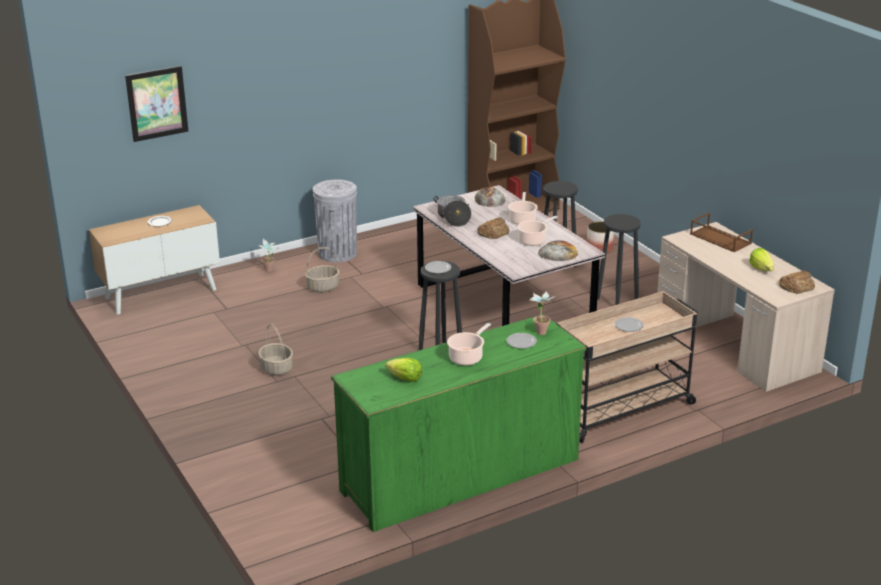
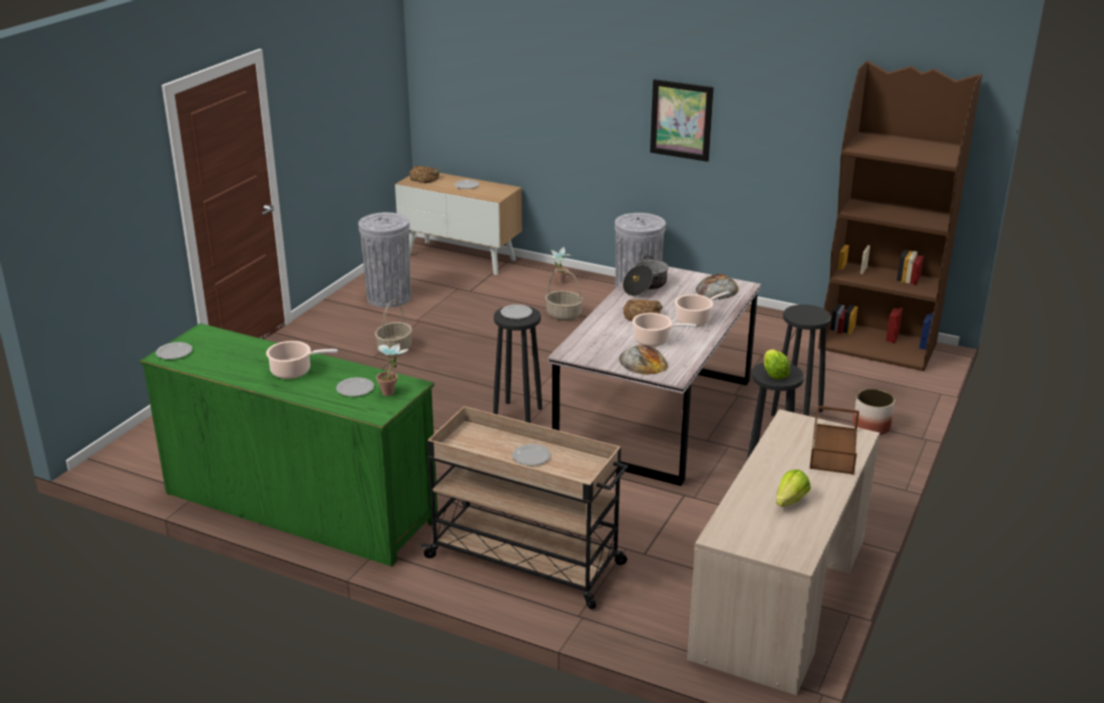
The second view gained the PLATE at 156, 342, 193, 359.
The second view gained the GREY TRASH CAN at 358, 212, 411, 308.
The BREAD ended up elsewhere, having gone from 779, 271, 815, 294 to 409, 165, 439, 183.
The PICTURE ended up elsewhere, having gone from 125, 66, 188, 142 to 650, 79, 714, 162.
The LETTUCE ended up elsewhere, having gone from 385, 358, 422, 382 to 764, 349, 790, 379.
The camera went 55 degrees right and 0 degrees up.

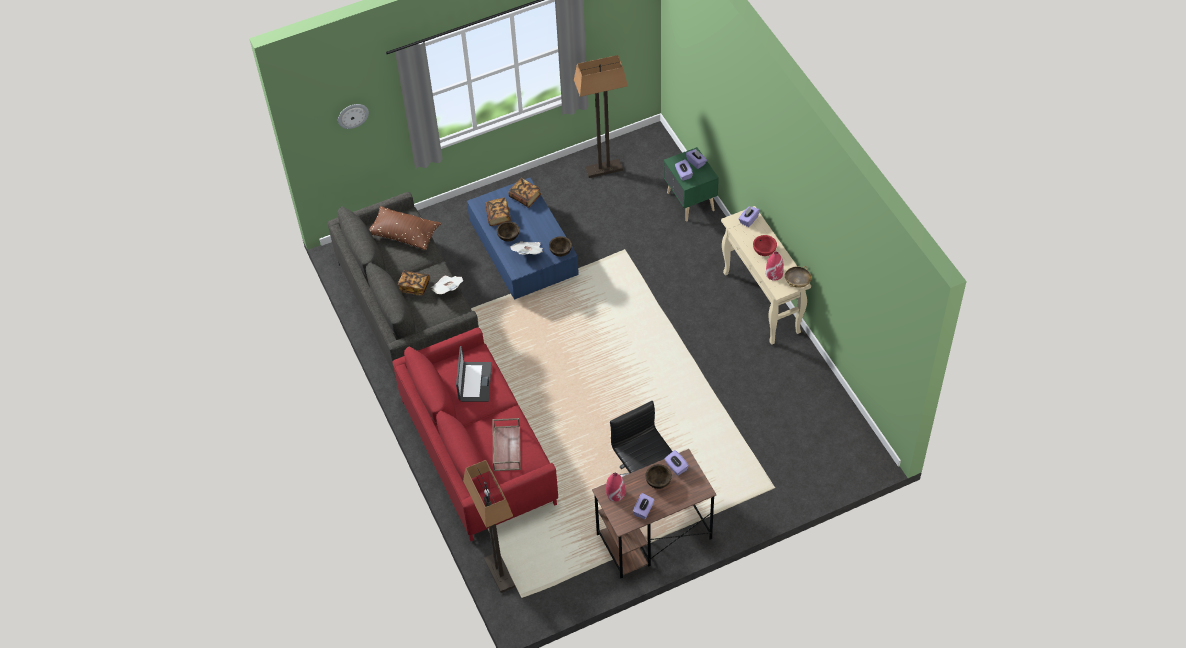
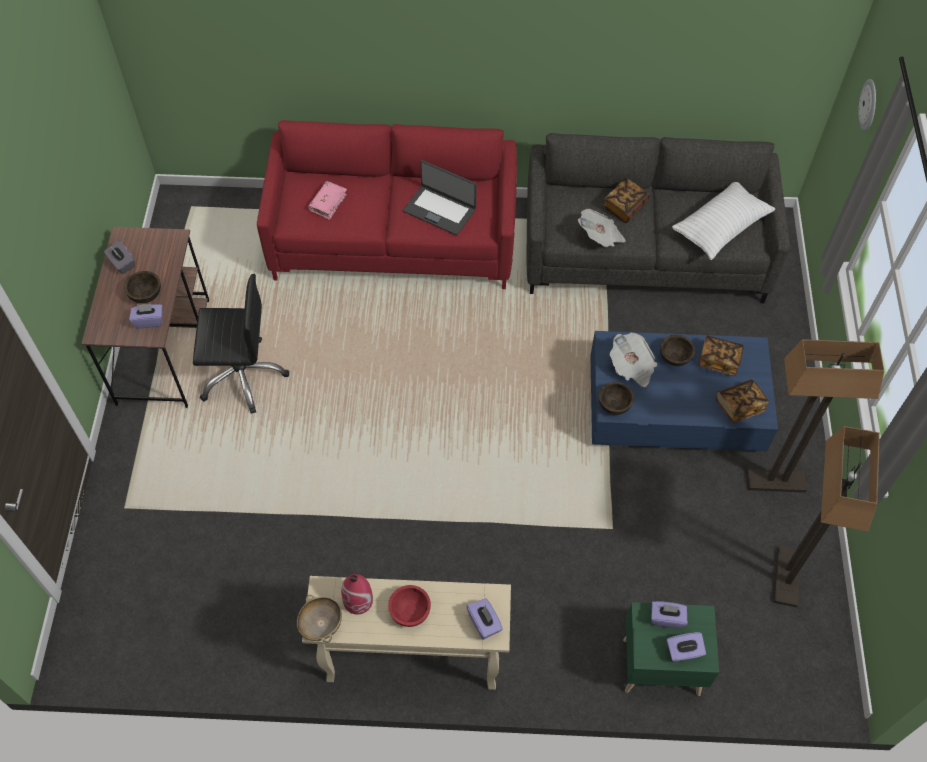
What was the PURPLE TISSUE BOX at 633, 493, 655, 519 turned into the GREY TISSUE BOX at 104, 240, 135, 274.
Where the BROWN TRAY stood at 493, 418, 521, 471, the PINK BOOK came to stand at 308, 181, 347, 220.
What was the BROWN PILLOW at 369, 206, 441, 250 turned into the WHITE PILLOW at 672, 182, 775, 260.
The FLOOR LAMP ended up elsewhere, having gone from 463, 460, 515, 593 to 747, 339, 884, 493.
The second view lost the RED VASE at 606, 473, 625, 502.
The camera went 115 degrees right and 5 degrees up.

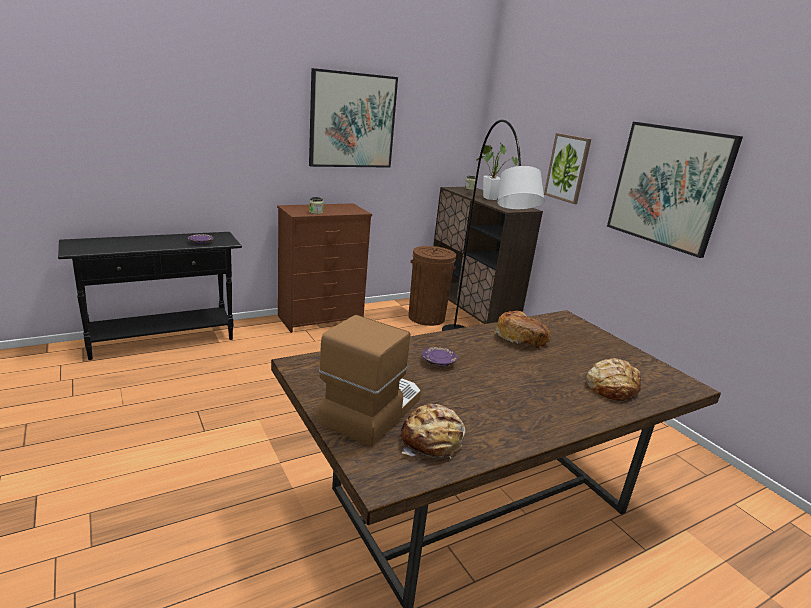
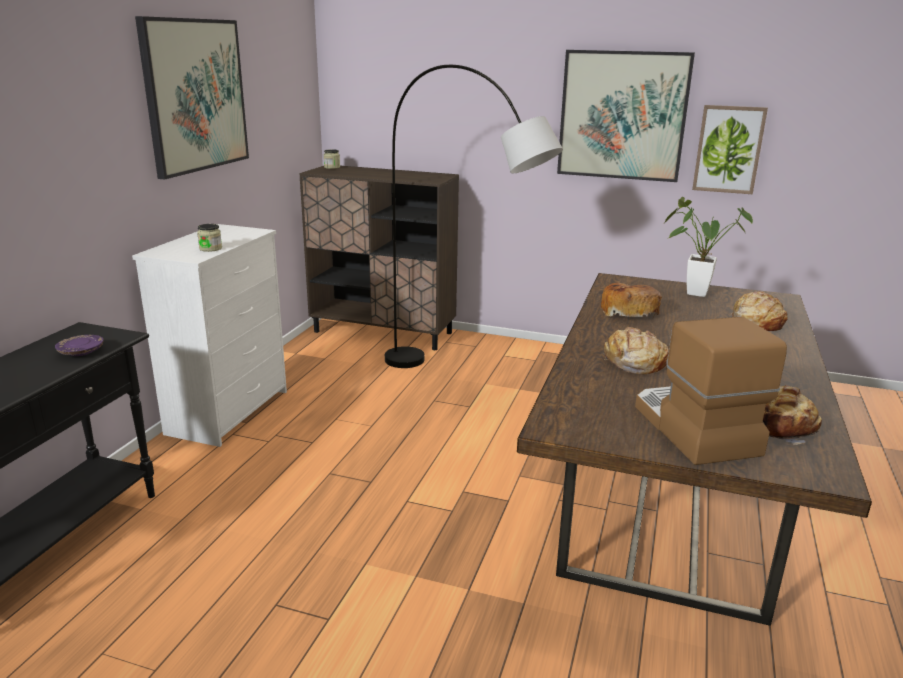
What was the BROWN DRESSER at 277, 203, 372, 333 turned into the WHITE DRESSER at 132, 224, 287, 447.
Where the PURPLE PLATE stood at 422, 347, 457, 366, the BREAD came to stand at 603, 327, 669, 374.
The POTTED PLANT ended up elsewhere, having gone from 476, 143, 518, 200 to 664, 197, 753, 297.
The PICTURE ended up elsewhere, having gone from 544, 133, 591, 204 to 692, 105, 768, 194.
The second view lost the BROWN TRASH CAN at 408, 246, 456, 326.
The camera went 40 degrees left and 0 degrees up.

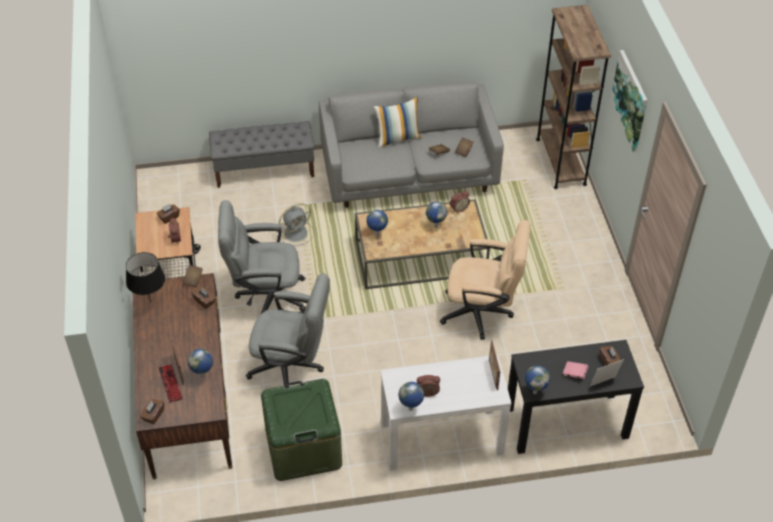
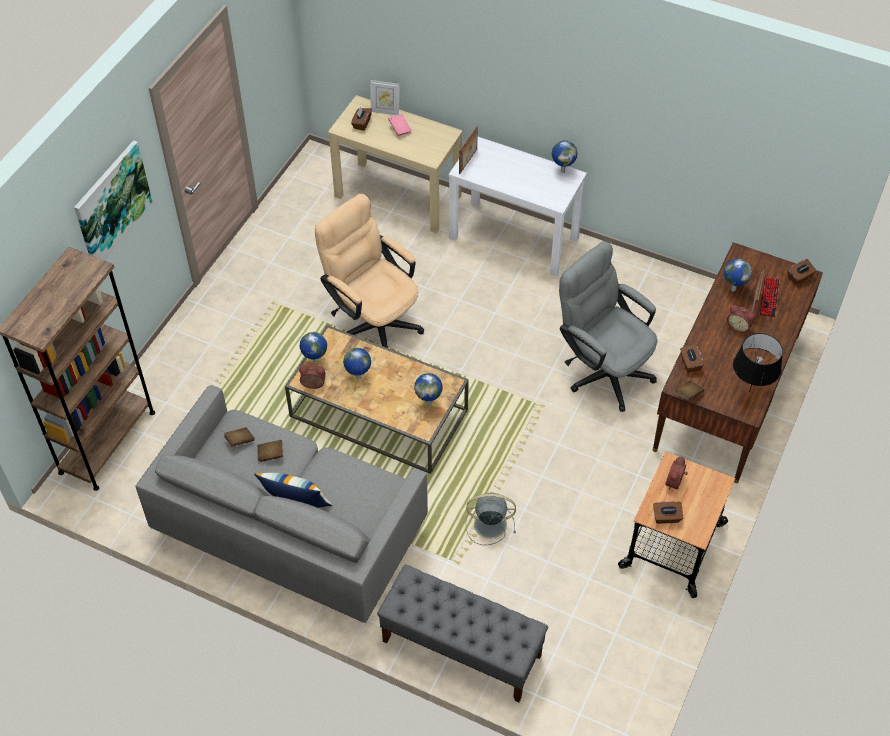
The GLOBE ended up elsewhere, having gone from 525, 365, 550, 394 to 300, 332, 327, 364.
What was the BLACK CONSOLE TABLE at 508, 340, 644, 454 turned into the BEIGE CONSOLE TABLE at 328, 95, 463, 233.
The ALARM CLOCK ended up elsewhere, having gone from 417, 375, 440, 397 to 727, 305, 755, 333.
The second view lost the GREY OFFICE CHAIR at 218, 200, 306, 314.
The second view lost the GREEN STORAGE BOX at 261, 379, 342, 481.
The camera went 145 degrees left and 5 degrees up.

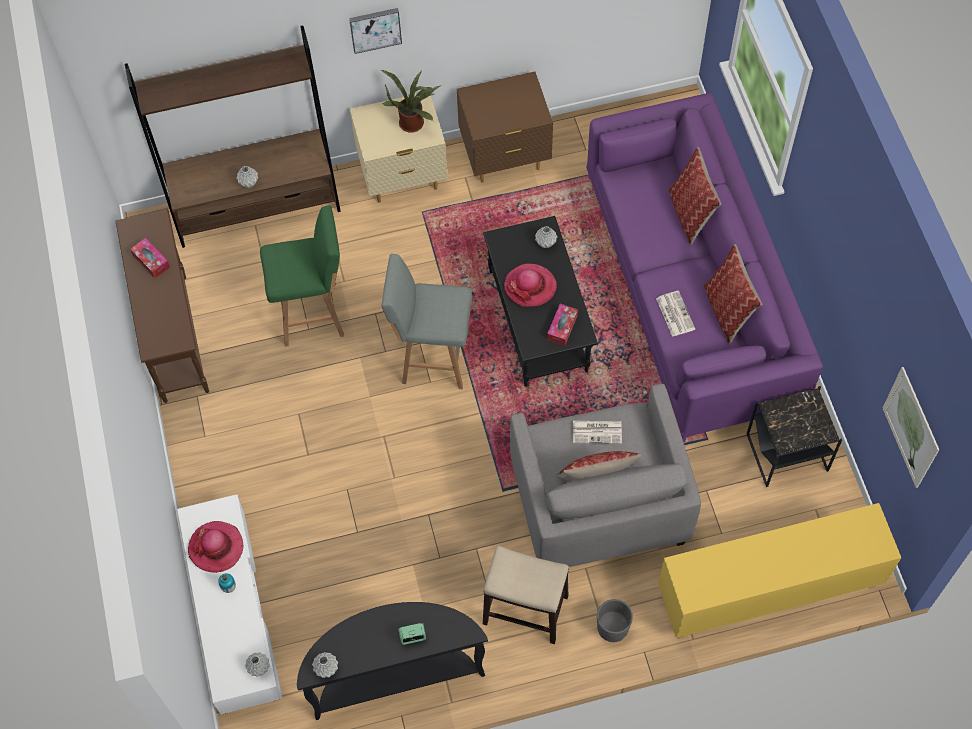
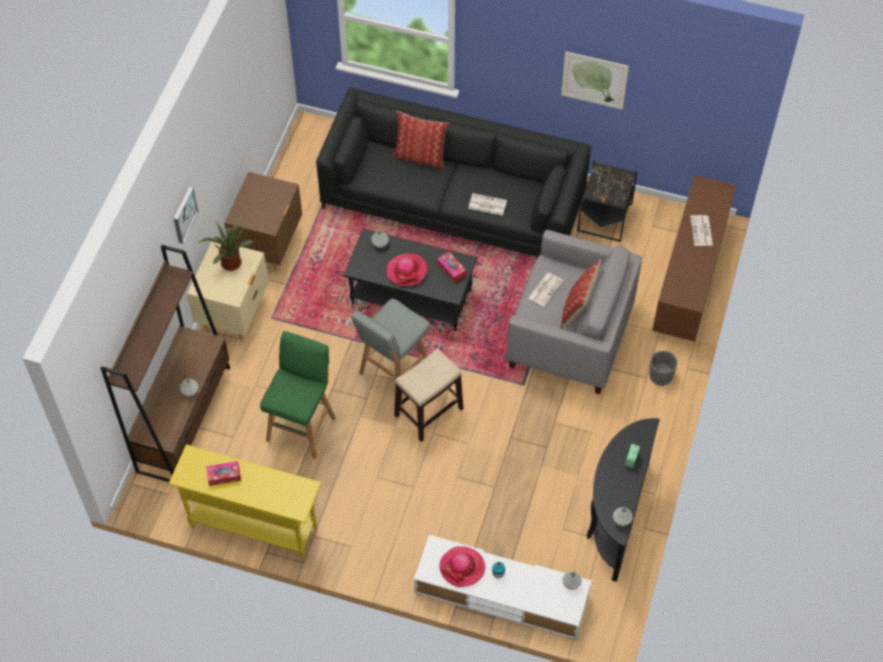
What was the BROWN CONSOLE TABLE at 115, 209, 209, 403 turned into the YELLOW CONSOLE TABLE at 168, 444, 321, 560.
What was the PURPLE SOFA at 586, 93, 823, 443 turned into the BLACK SOFA at 316, 88, 591, 257.
The STOOL ended up elsewhere, having gone from 483, 546, 569, 644 to 394, 349, 463, 442.
The PICTURE ended up elsewhere, having gone from 882, 367, 939, 488 to 561, 52, 629, 110.
What was the YELLOW CABINET at 658, 503, 901, 639 turned into the BROWN CABINET at 652, 175, 736, 346.
The second view gained the NEWSPAPER at 690, 215, 713, 246.
The second view lost the PILLOW at 704, 244, 762, 344.
The camera went 60 degrees left and 5 degrees down.

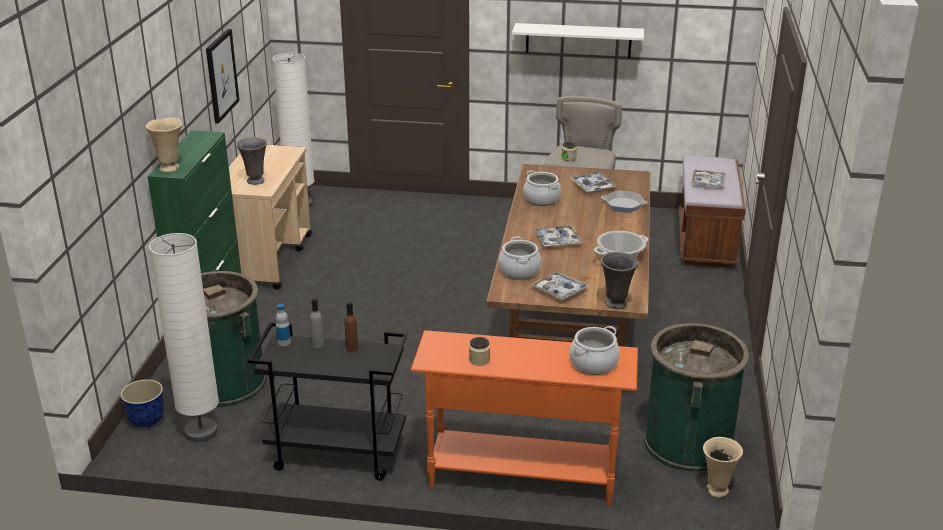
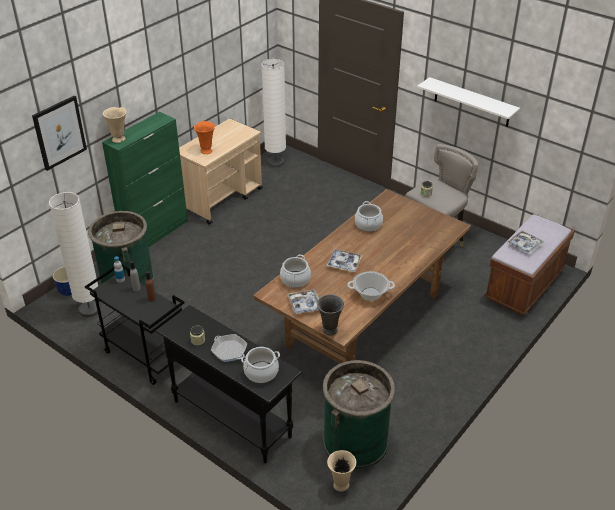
The PICTURE ended up elsewhere, having gone from 206, 29, 239, 124 to 32, 96, 87, 171.
What was the ORANGE CONSOLE TABLE at 411, 330, 638, 505 turned into the BLACK CONSOLE TABLE at 156, 305, 302, 463.
What was the GREY VASE at 237, 137, 267, 185 turned into the ORANGE VASE at 194, 121, 215, 154.
The FRYING PAN ended up elsewhere, having gone from 602, 191, 647, 213 to 211, 334, 247, 362.
The second view lost the TRAY at 571, 172, 617, 192.
The camera went 30 degrees right and 10 degrees up.

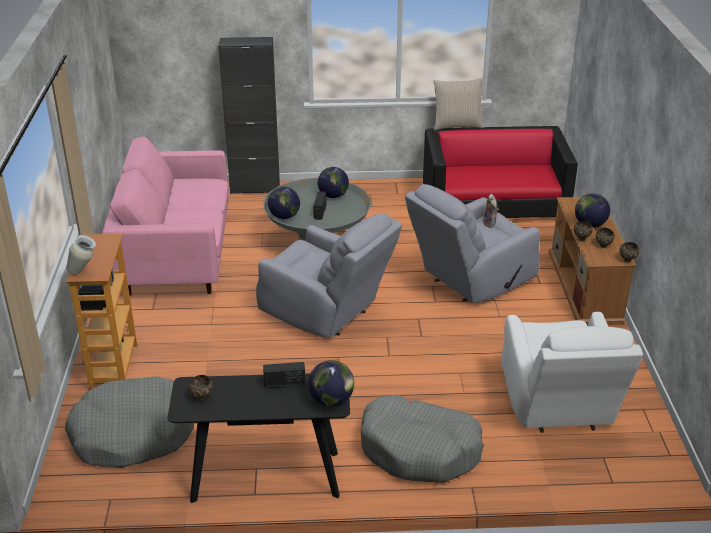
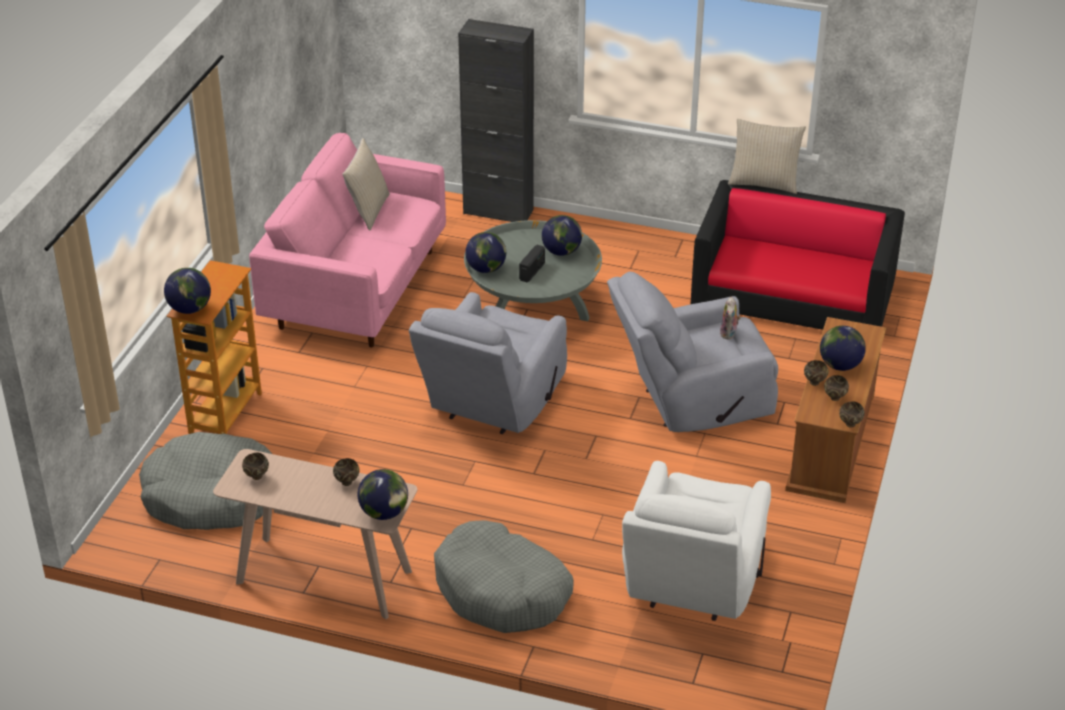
Where the VASE stood at 67, 235, 96, 275, the GLOBE came to stand at 164, 268, 211, 314.
What was the BLACK CONSOLE TABLE at 168, 373, 350, 503 turned into the BEIGE CONSOLE TABLE at 213, 449, 417, 619.
Where the RADIO stood at 263, 362, 305, 388, the BROWN BOWL came to stand at 333, 458, 359, 486.
The second view gained the BEIGE PILLOW at 343, 138, 390, 231.
The GREY ARMCHAIR at 256, 213, 402, 338 ended up facing another way, 60 degrees clockwise from before.
The camera went 20 degrees right and 5 degrees up.

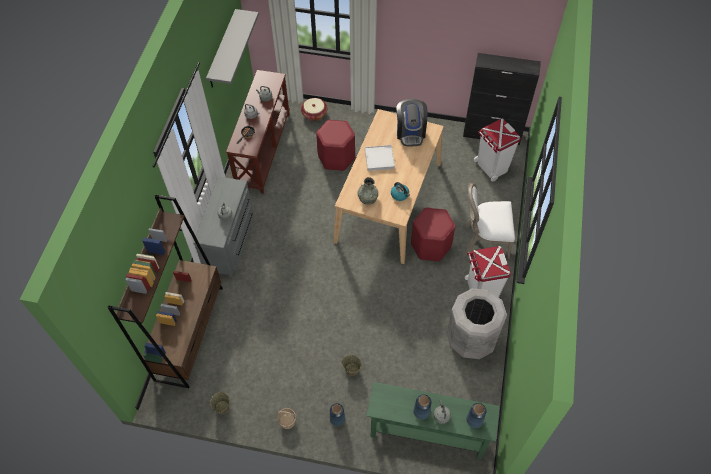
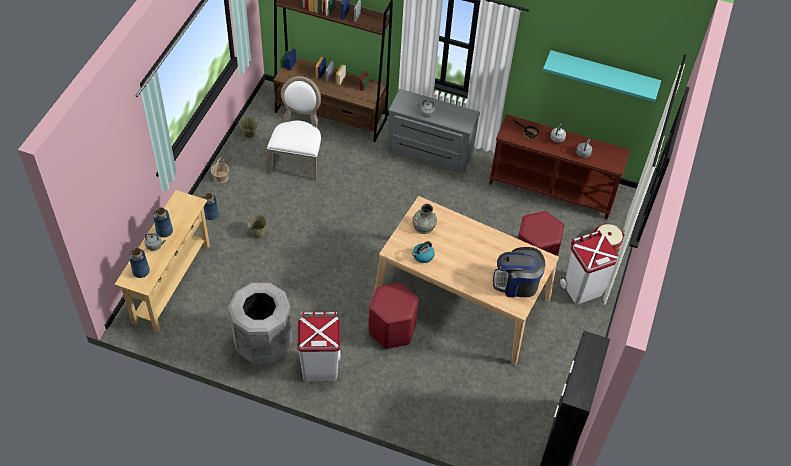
What was the GREEN CONSOLE TABLE at 366, 382, 500, 459 turned into the BEIGE CONSOLE TABLE at 114, 190, 210, 332.
The WHITE CHAIR ended up elsewhere, having gone from 465, 183, 515, 259 to 267, 76, 321, 181.
What was the GREY SHELF at 206, 9, 259, 88 turned into the TURQUOISE SHELF at 543, 50, 661, 102.
The WHITE TRASH CAN ended up elsewhere, having gone from 473, 119, 521, 182 to 560, 230, 618, 304.
The second view lost the WHITE TRAY at 365, 145, 395, 171.
The camera went 95 degrees right and 5 degrees down.

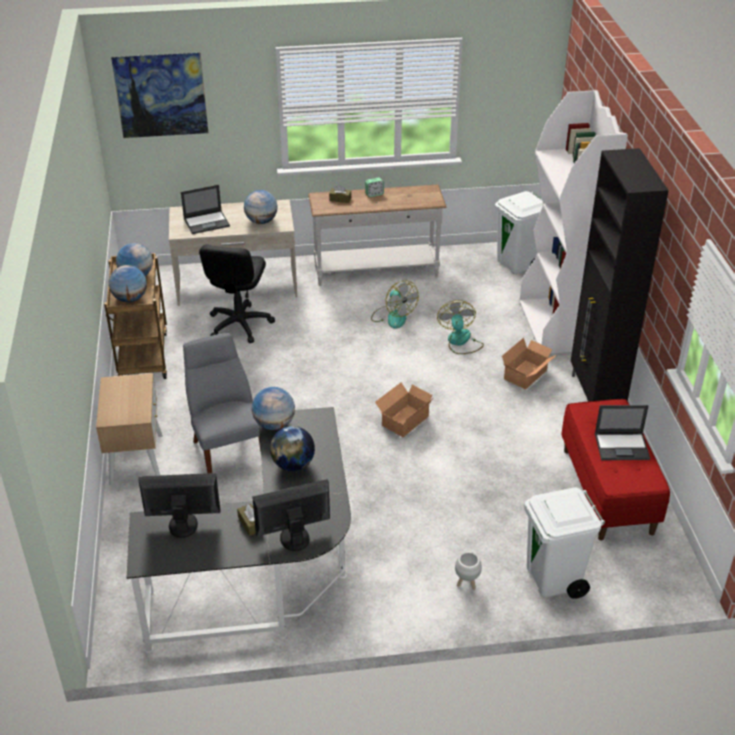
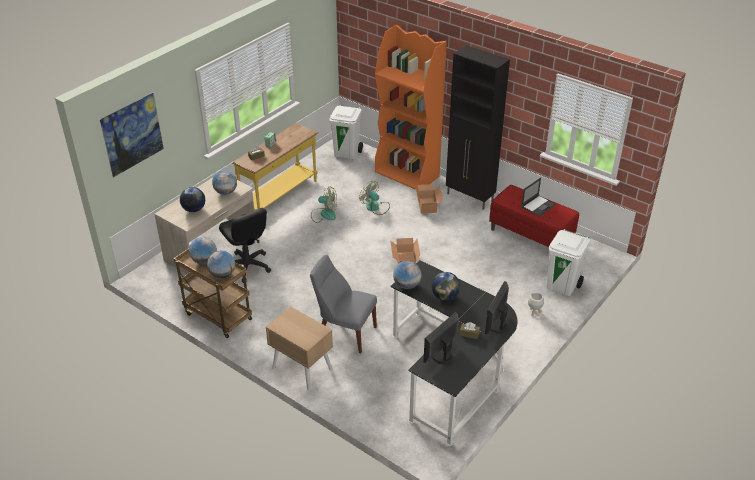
Where the LAPTOP stood at 181, 185, 230, 234, the GLOBE came to stand at 180, 187, 205, 212.
What was the WHITE CONSOLE TABLE at 308, 185, 447, 286 turned into the YELLOW CONSOLE TABLE at 232, 123, 318, 210.
What was the WHITE BOOKCASE at 519, 90, 628, 354 turned into the ORANGE BOOKCASE at 375, 25, 447, 190.
The camera went 45 degrees left and 0 degrees up.

